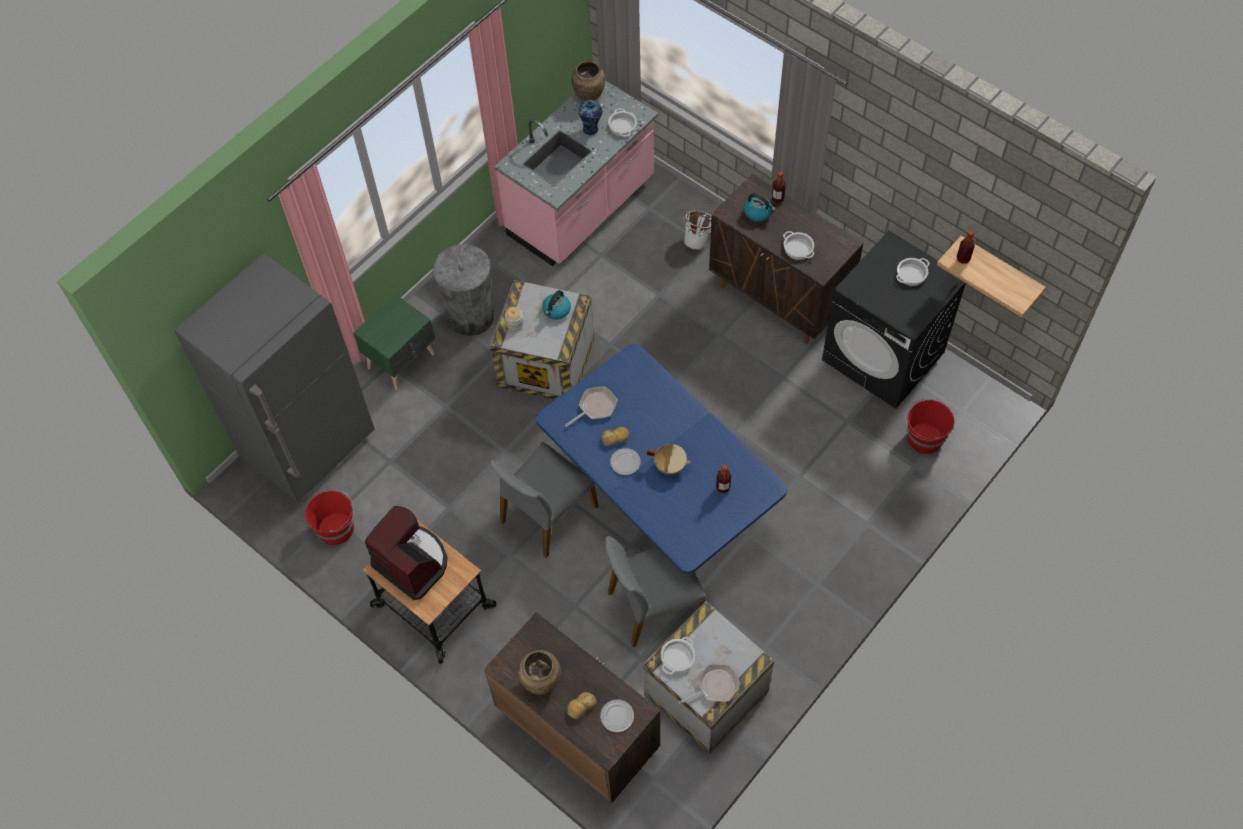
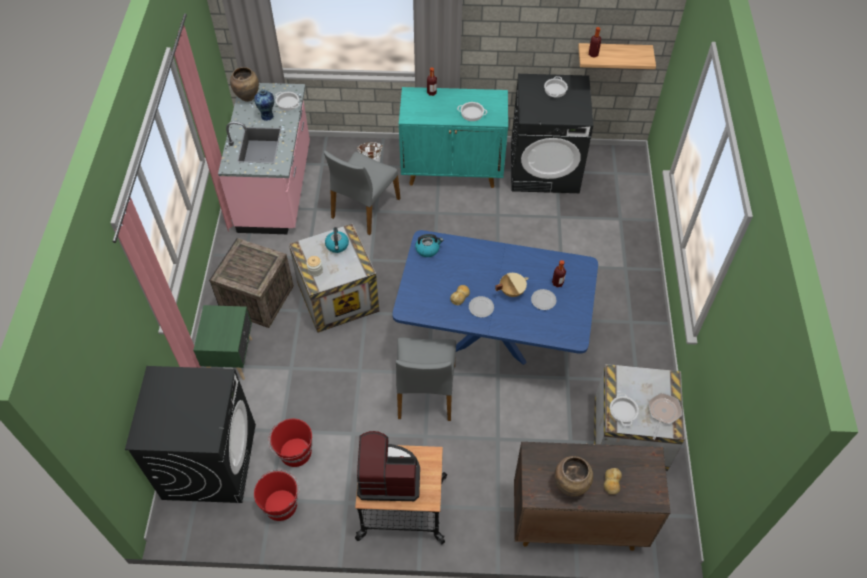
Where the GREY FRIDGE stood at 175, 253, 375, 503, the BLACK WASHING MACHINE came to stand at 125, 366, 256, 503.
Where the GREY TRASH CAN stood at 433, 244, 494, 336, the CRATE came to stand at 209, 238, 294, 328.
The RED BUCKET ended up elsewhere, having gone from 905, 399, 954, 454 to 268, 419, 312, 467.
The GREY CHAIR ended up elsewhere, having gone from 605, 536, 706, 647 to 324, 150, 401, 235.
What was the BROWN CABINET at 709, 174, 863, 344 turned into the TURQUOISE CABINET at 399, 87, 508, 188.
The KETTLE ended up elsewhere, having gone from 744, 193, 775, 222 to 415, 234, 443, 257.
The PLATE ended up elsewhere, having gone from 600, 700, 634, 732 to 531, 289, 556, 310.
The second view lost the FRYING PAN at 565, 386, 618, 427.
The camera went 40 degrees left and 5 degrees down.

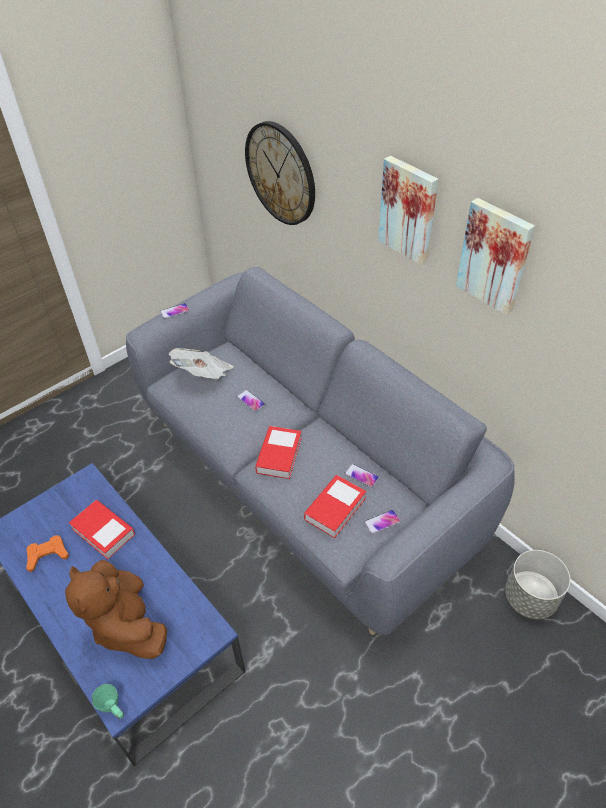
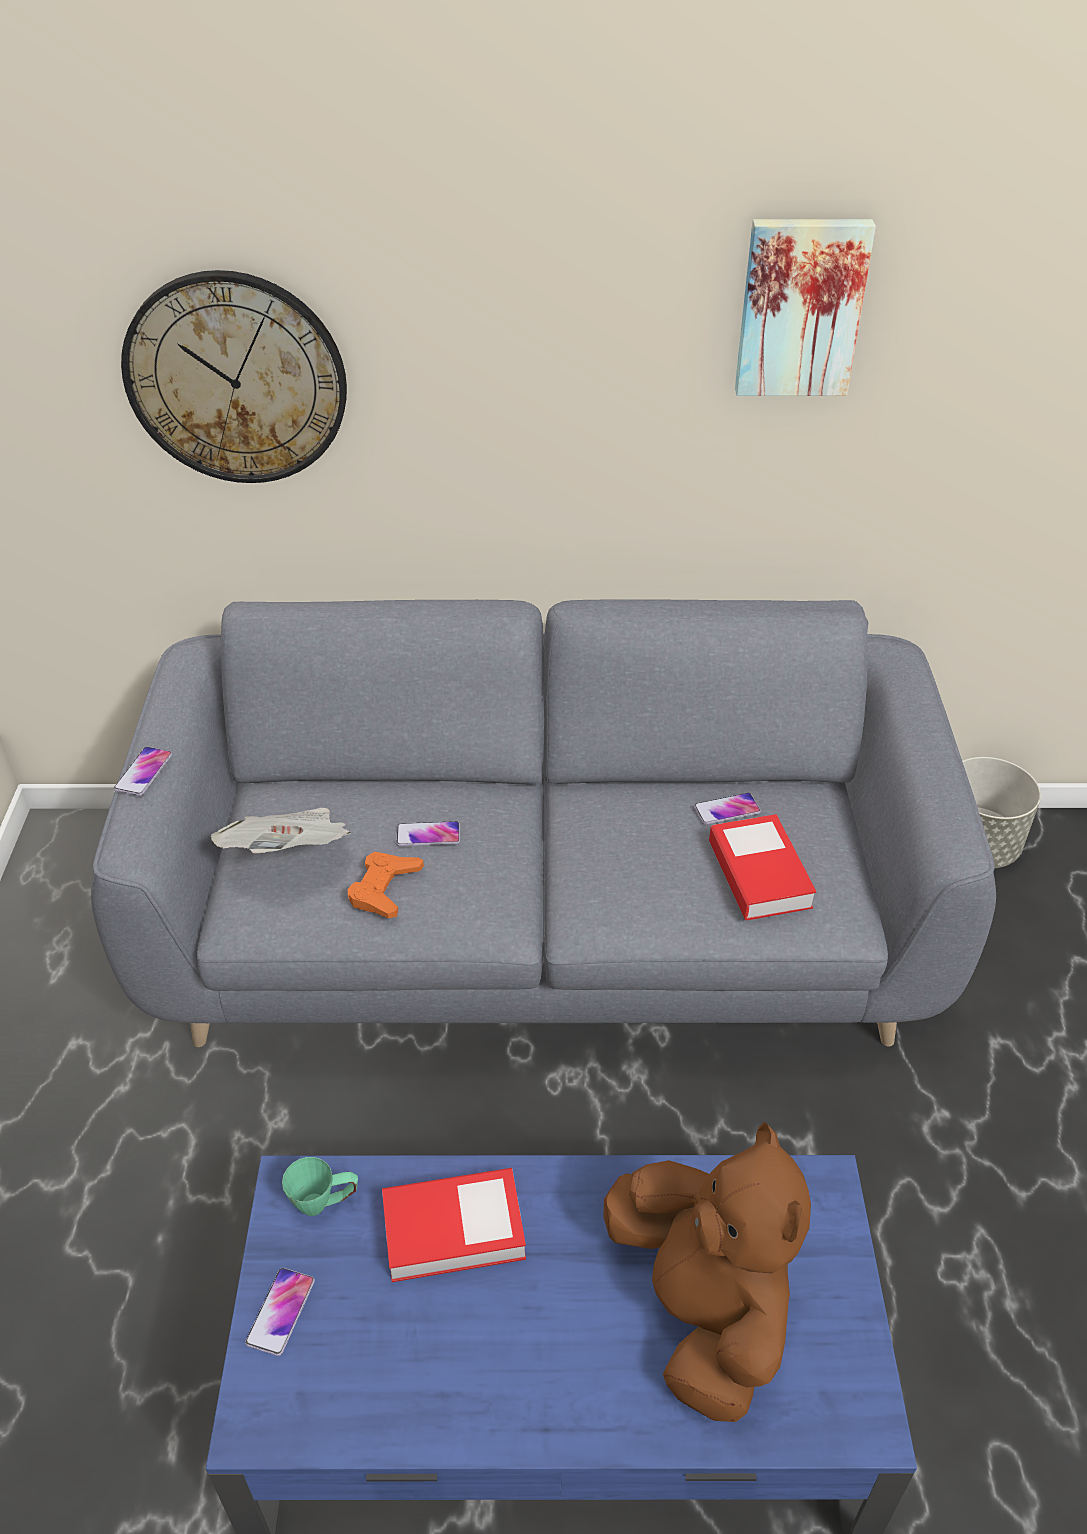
The PHONE ended up elsewhere, having gone from 364, 510, 401, 534 to 245, 1268, 315, 1356.
The GREEN MUG ended up elsewhere, having gone from 92, 684, 124, 719 to 282, 1157, 358, 1216.
The ORANGE GAME CONTROLLER ended up elsewhere, having gone from 26, 536, 69, 572 to 348, 852, 424, 918.
The BROWN PLUSH TOY at 65, 560, 167, 659 ended up facing another way, 120 degrees counterclockwise from before.
The second view lost the BOOK at 255, 426, 302, 479.
The second view lost the PICTURE at 378, 156, 439, 265.
The camera went 50 degrees left and 5 degrees down.

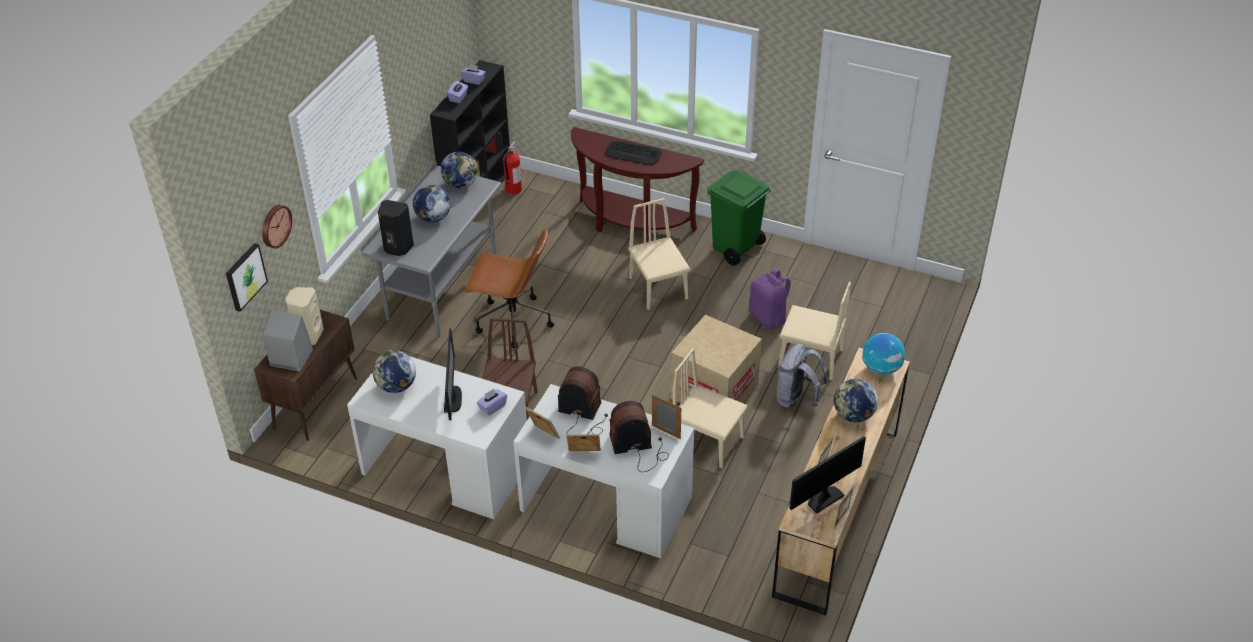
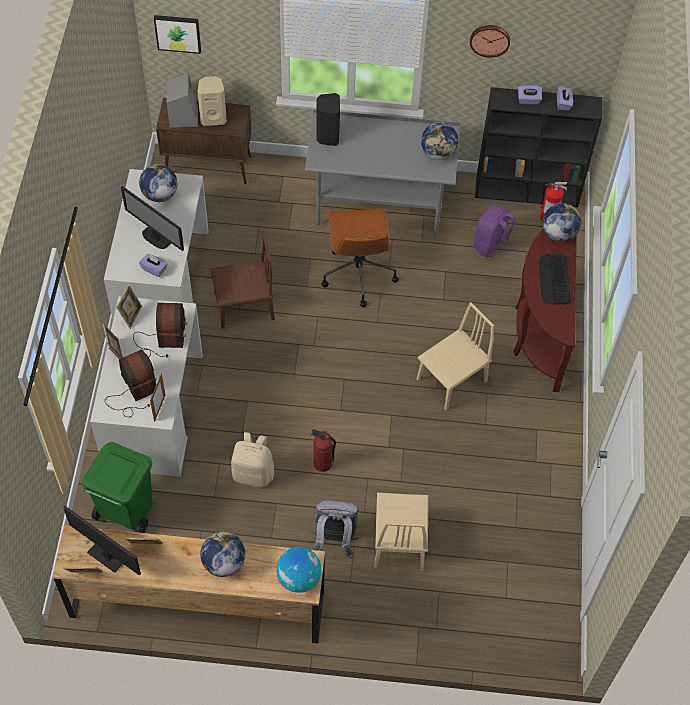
The GREEN TRASH CAN ended up elsewhere, having gone from 708, 170, 771, 266 to 82, 442, 153, 533.
The MONITOR at 444, 328, 462, 420 ended up facing another way, 60 degrees clockwise from before.
Where the BEIGE CHAIR stood at 673, 348, 748, 468, the BEIGE BACKPACK came to stand at 231, 432, 274, 488.
Where the CARDBOARD BOX stood at 670, 315, 762, 403, the FIRE EXTINGUISHER came to stand at 311, 429, 336, 472.
The WALL CLOCK ended up elsewhere, having gone from 262, 205, 292, 248 to 470, 25, 510, 58.
The PURPLE BACKPACK ended up elsewhere, having gone from 749, 268, 791, 329 to 474, 205, 516, 261.
The GLOBE ended up elsewhere, having gone from 412, 185, 451, 223 to 542, 203, 581, 242.
The camera went 70 degrees right and 15 degrees up.

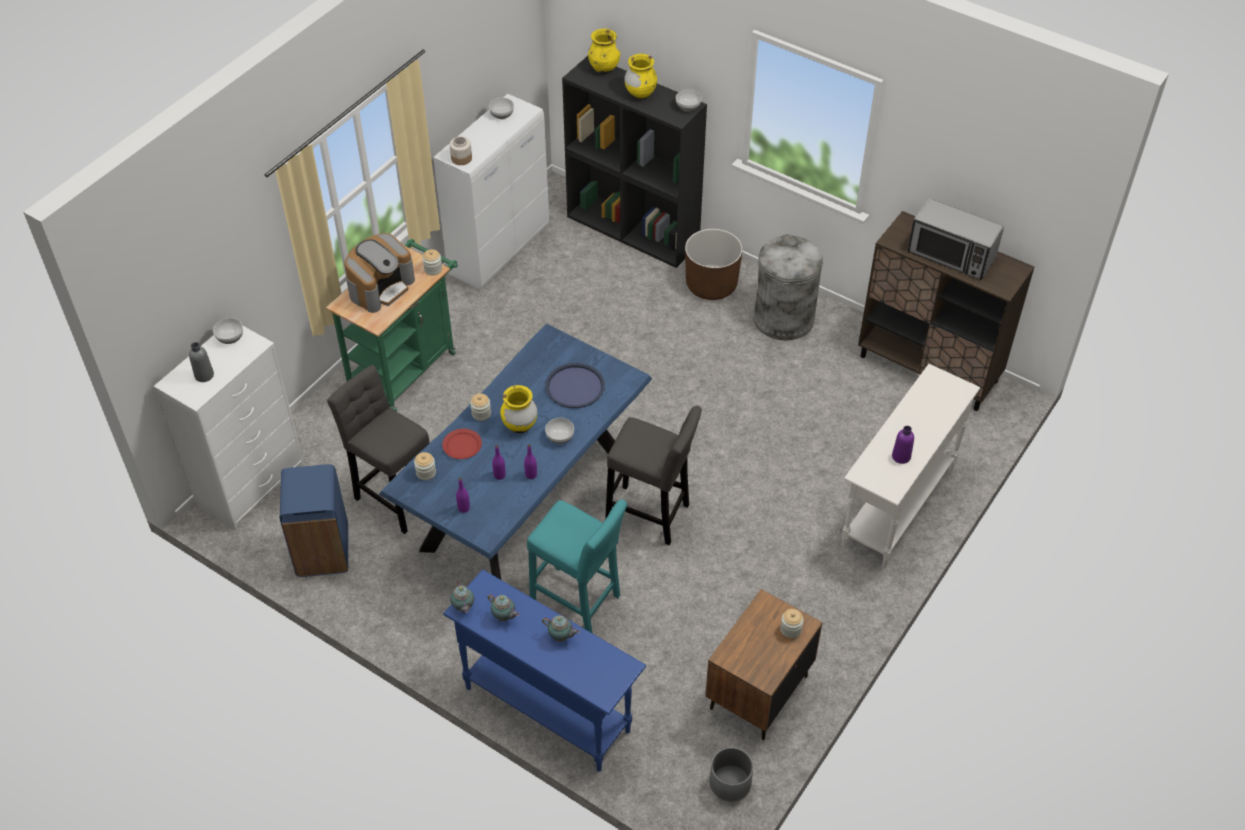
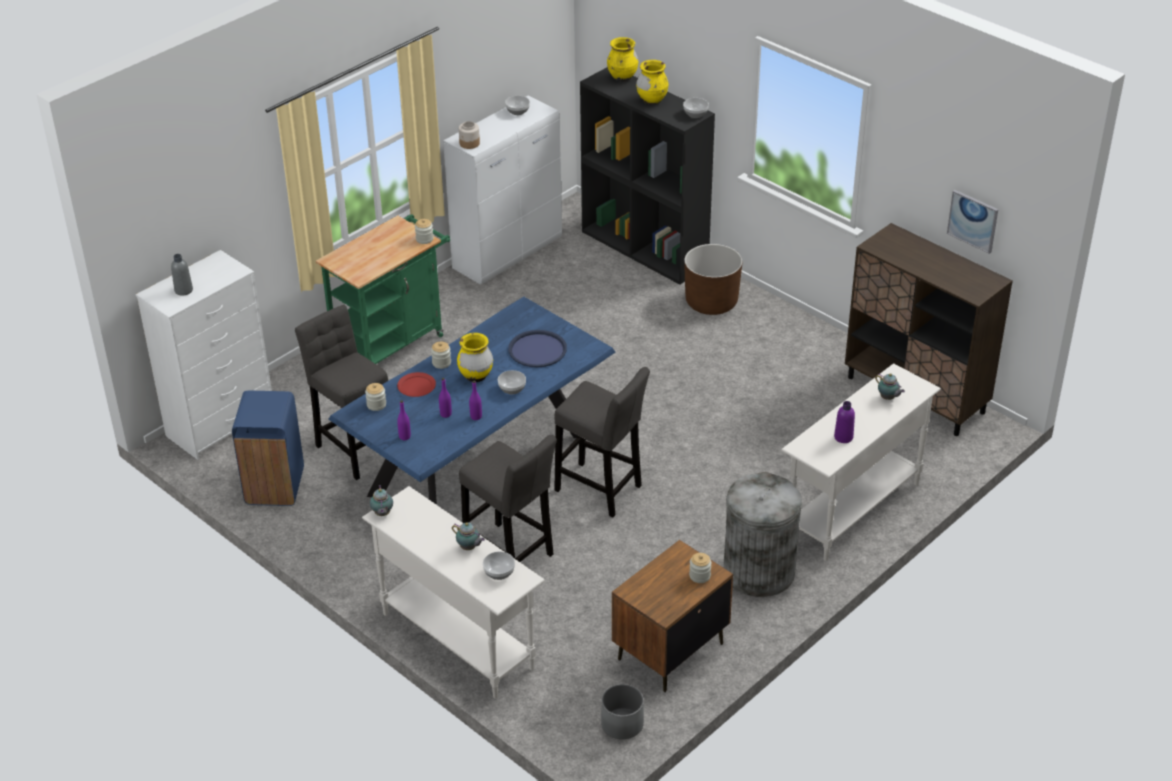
What was the BLUE CONSOLE TABLE at 443, 569, 646, 772 turned into the WHITE CONSOLE TABLE at 362, 486, 545, 699.
What was the TURQUOISE STOOL at 527, 499, 627, 633 turned into the GREY STOOL at 459, 435, 557, 562.
The BOWL ended up elsewhere, having gone from 213, 318, 243, 344 to 483, 551, 515, 580.
The GREY TRASH CAN ended up elsewhere, having gone from 754, 234, 823, 341 to 723, 472, 802, 597.
The TEAPOT ended up elsewhere, having gone from 488, 594, 520, 621 to 875, 373, 905, 400.
The second view gained the PICTURE at 947, 190, 998, 254.
The second view lost the COFFEE MACHINE at 344, 233, 415, 313.
The second view lost the MICROWAVE at 908, 198, 1004, 280.
The camera went 10 degrees right and 10 degrees down.

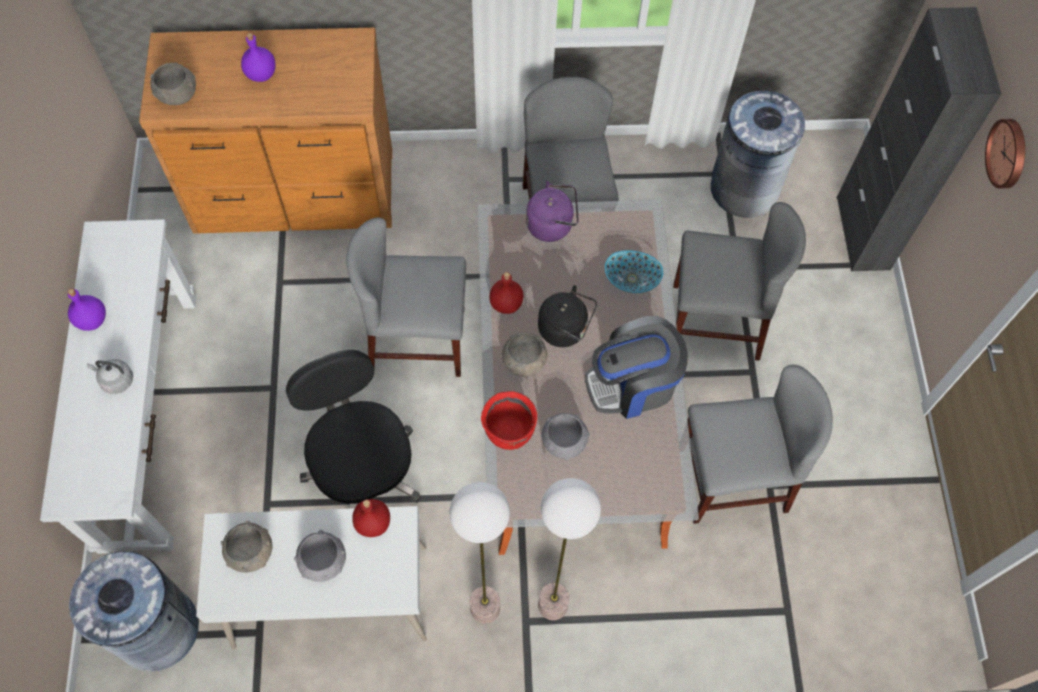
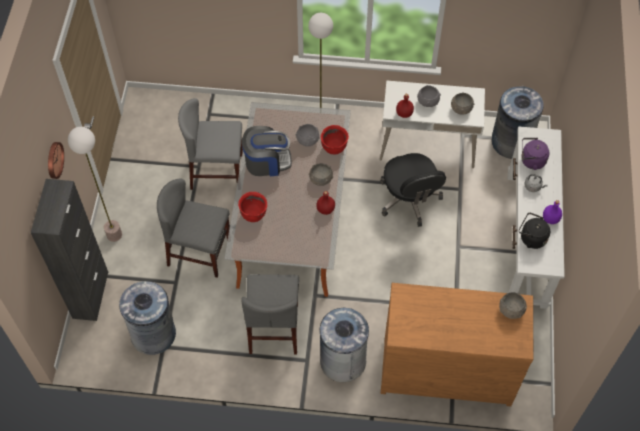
The FLOOR LAMP ended up elsewhere, having gone from 450, 482, 510, 624 to 68, 127, 122, 242.
Where the BOWL stood at 605, 250, 663, 293, the RED COOKING POT came to stand at 238, 192, 267, 222.
The second view gained the GREY TRASH CAN at 319, 308, 370, 382.
The BLACK KETTLE ended up elsewhere, having gone from 538, 285, 597, 347 to 519, 213, 550, 249.
The PURPLE KETTLE ended up elsewhere, having gone from 526, 181, 579, 242 to 521, 138, 549, 170.
The second view lost the PURPLE BOTTLE at 241, 33, 276, 82.
The second view lost the GREY CHAIR at 346, 217, 466, 377.
The camera went 170 degrees left and 5 degrees down.

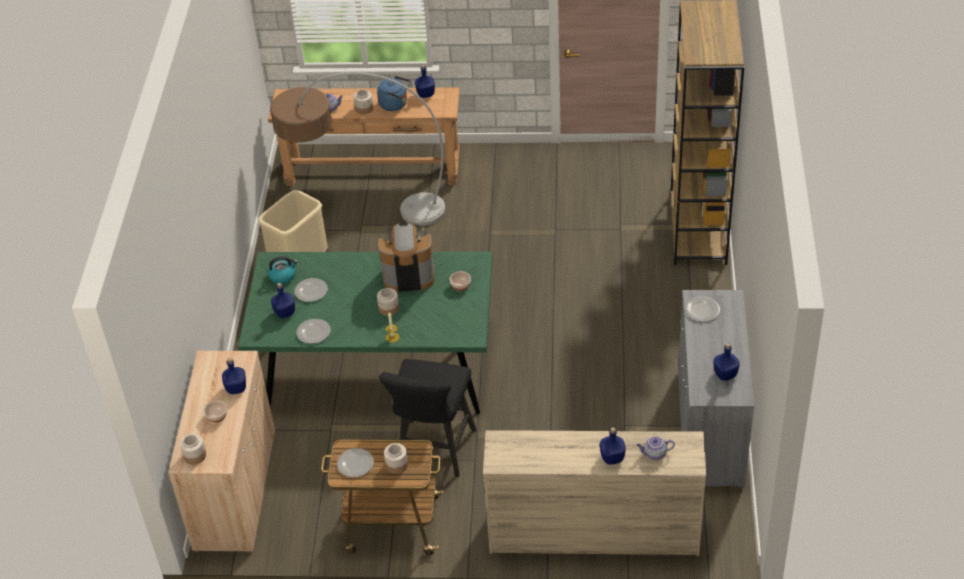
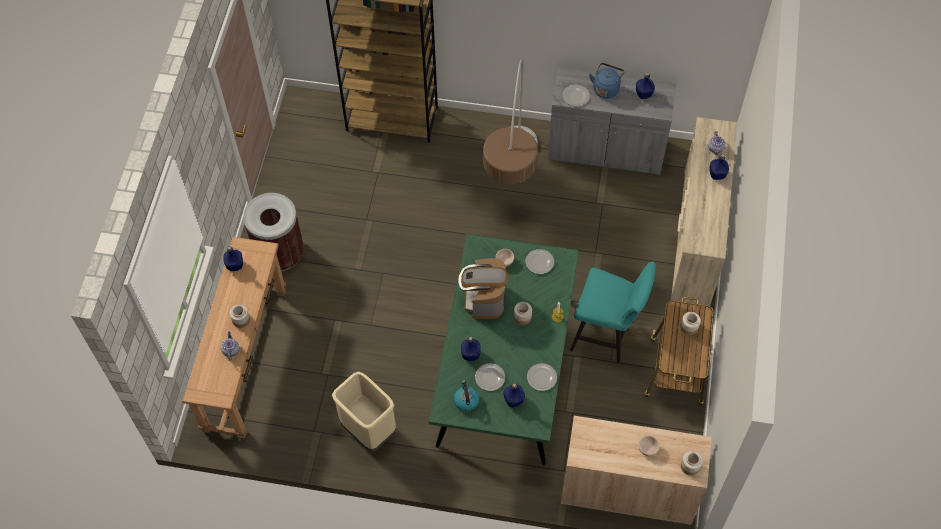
The second view gained the BROWN TRASH CAN at 243, 193, 304, 271.
The BLUE BOTTLE ended up elsewhere, having gone from 222, 358, 246, 394 to 461, 337, 481, 361.
The FLOOR LAMP ended up elsewhere, having gone from 270, 72, 445, 226 to 483, 59, 538, 184.
The PLATE ended up elsewhere, having gone from 337, 448, 374, 477 to 526, 249, 554, 274.
What was the BLACK STOOL at 379, 359, 477, 477 turned into the TURQUOISE STOOL at 570, 262, 656, 364.
The BLUE KETTLE ended up elsewhere, having gone from 377, 76, 410, 111 to 589, 63, 625, 99.
The camera went 85 degrees left and 15 degrees up.

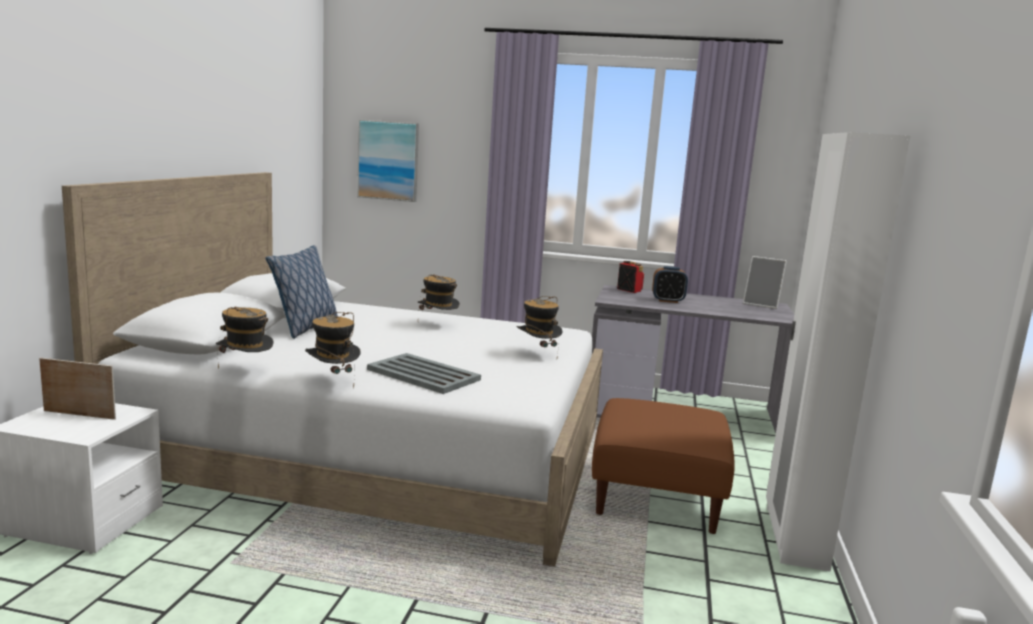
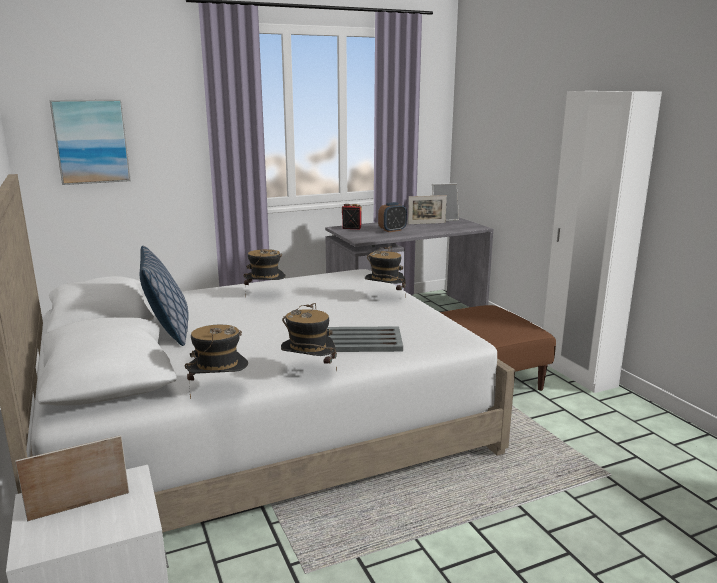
The second view gained the PICTURE FRAME at 408, 195, 447, 224.
The camera went 35 degrees left and 5 degrees up.

